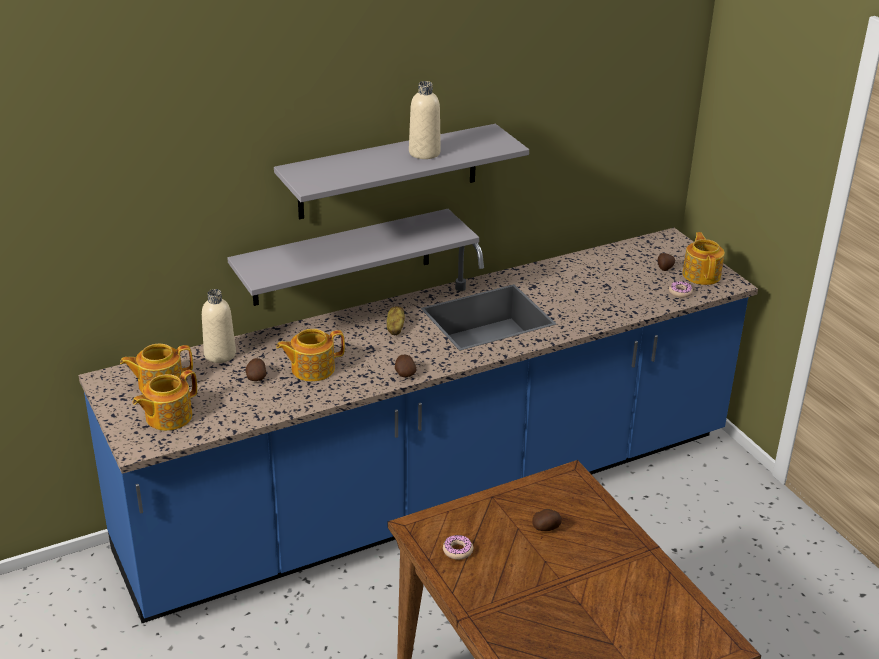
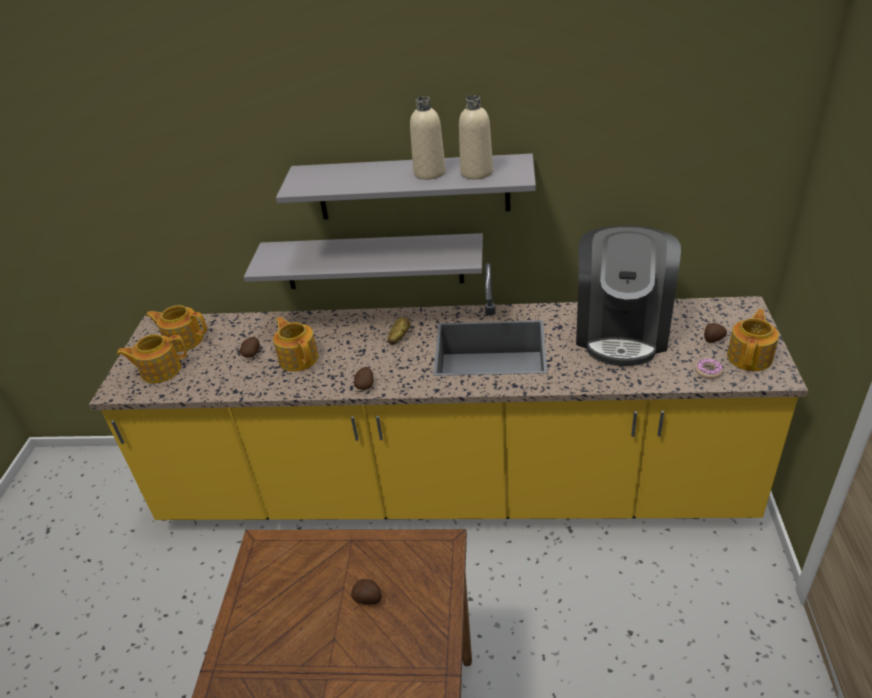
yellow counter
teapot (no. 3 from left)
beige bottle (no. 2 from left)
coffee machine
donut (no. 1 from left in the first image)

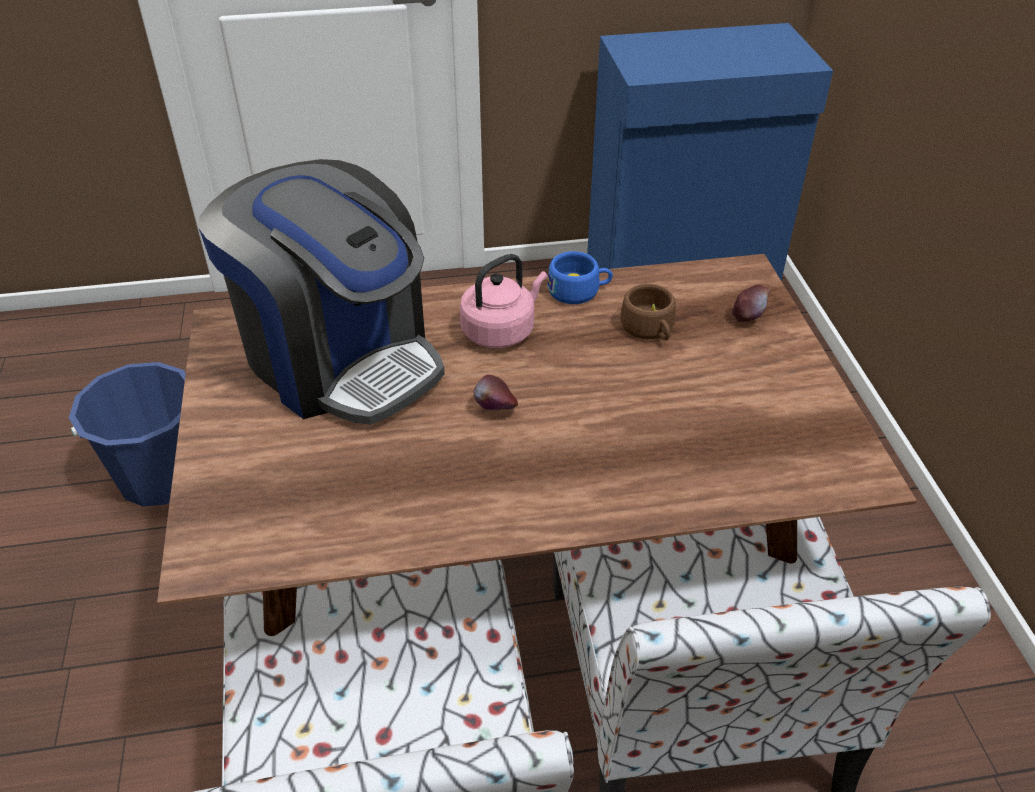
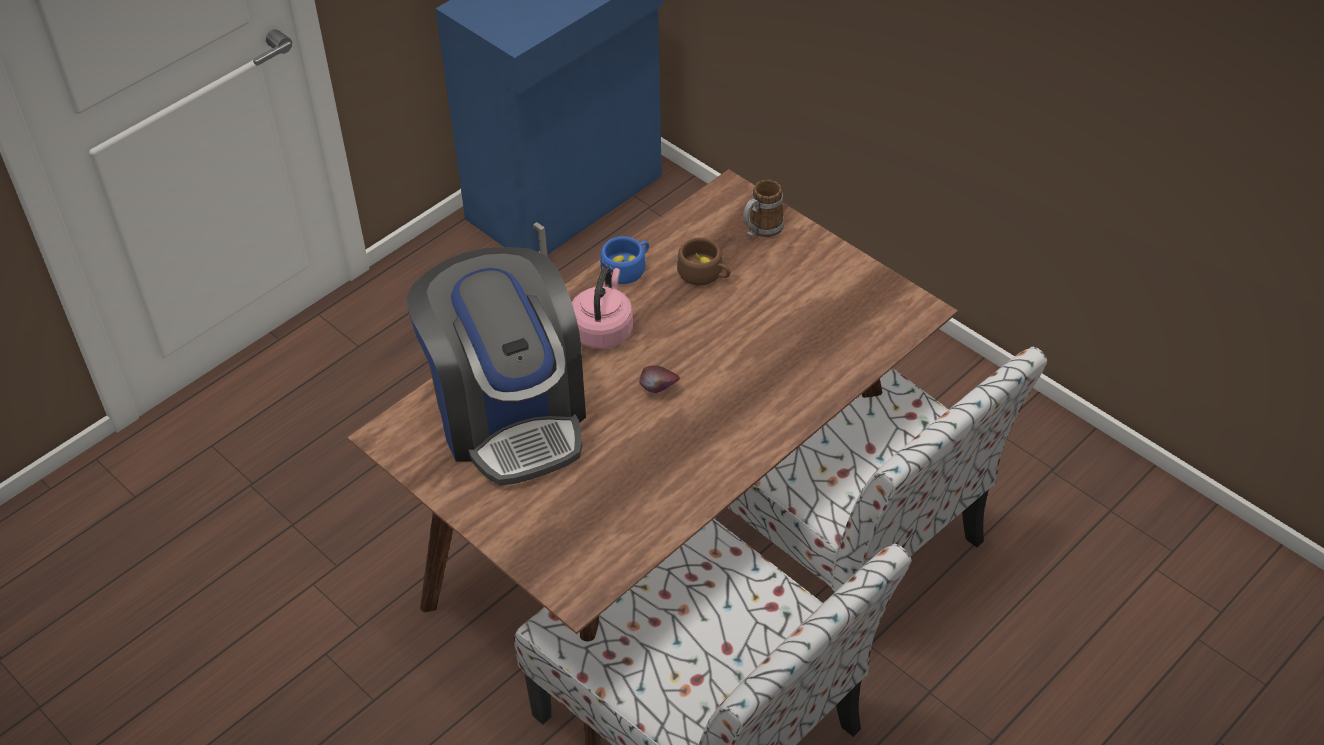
coffee machine
mug
blue bucket

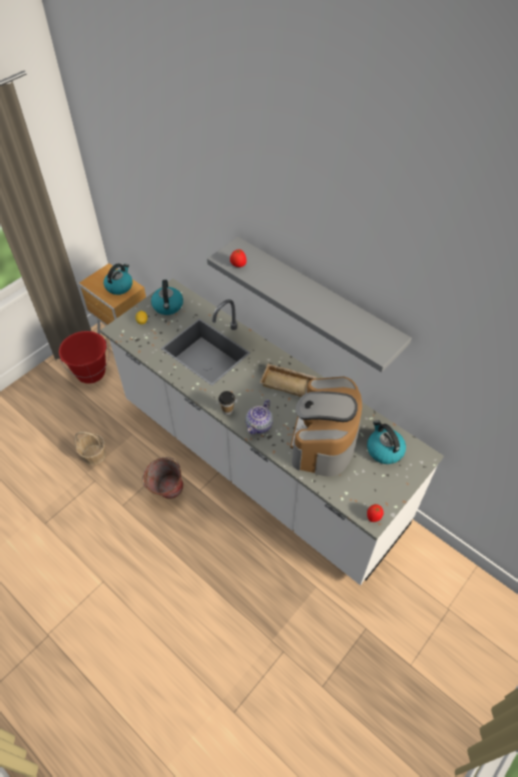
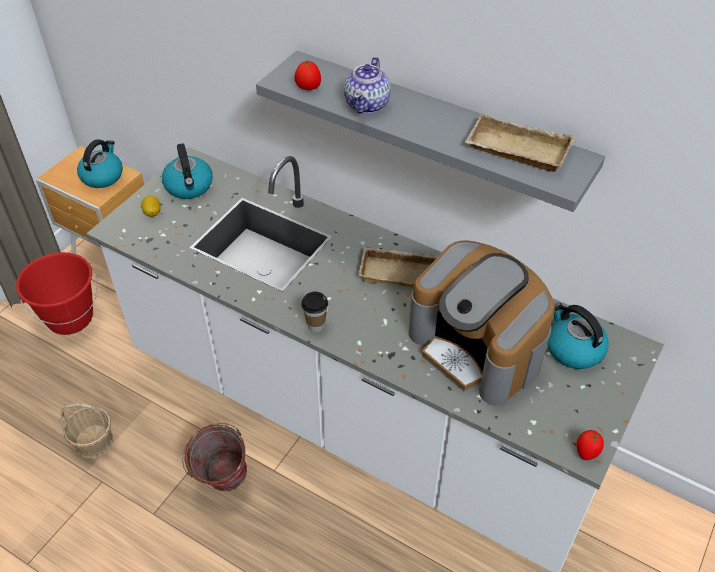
teapot
coffee machine
beige tray (no. 2 from left)

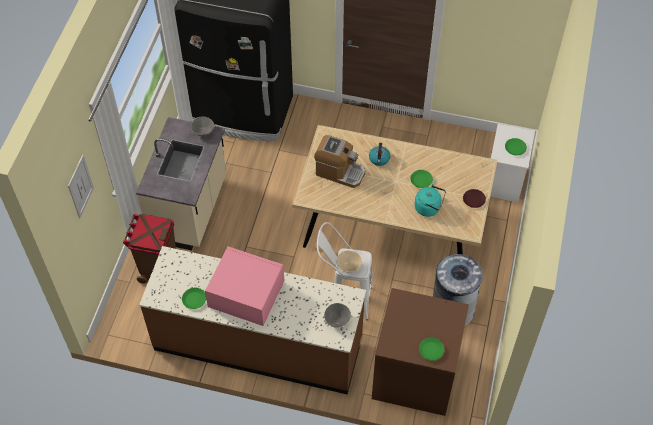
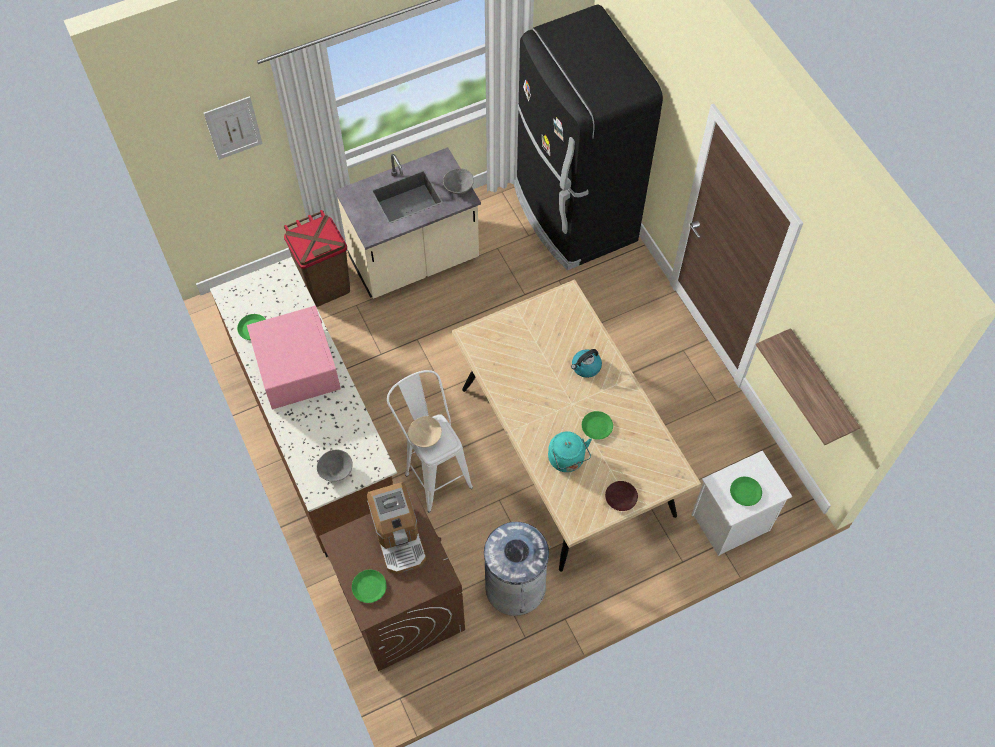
coffee machine
shelf

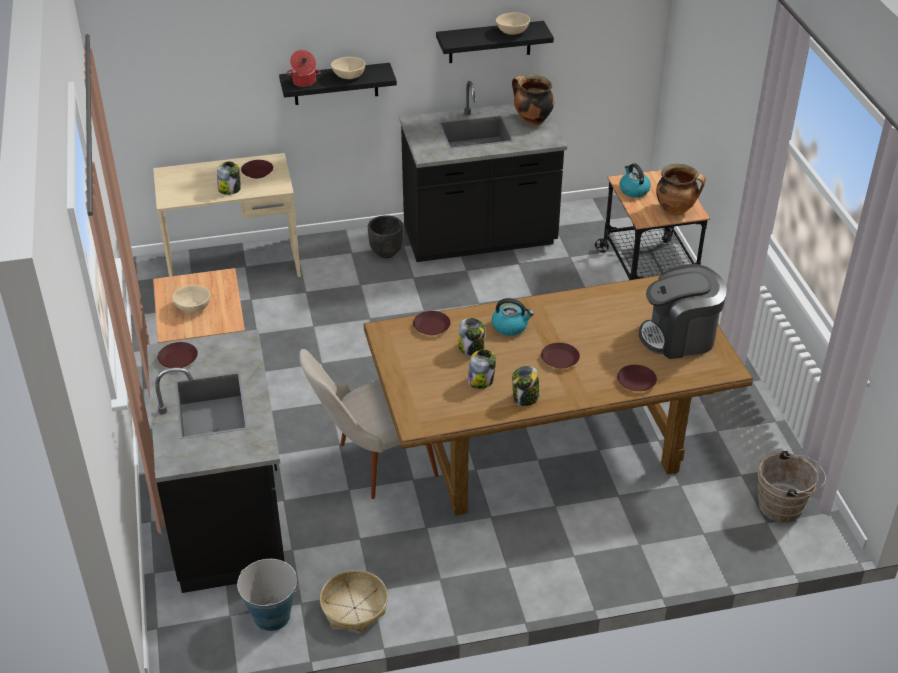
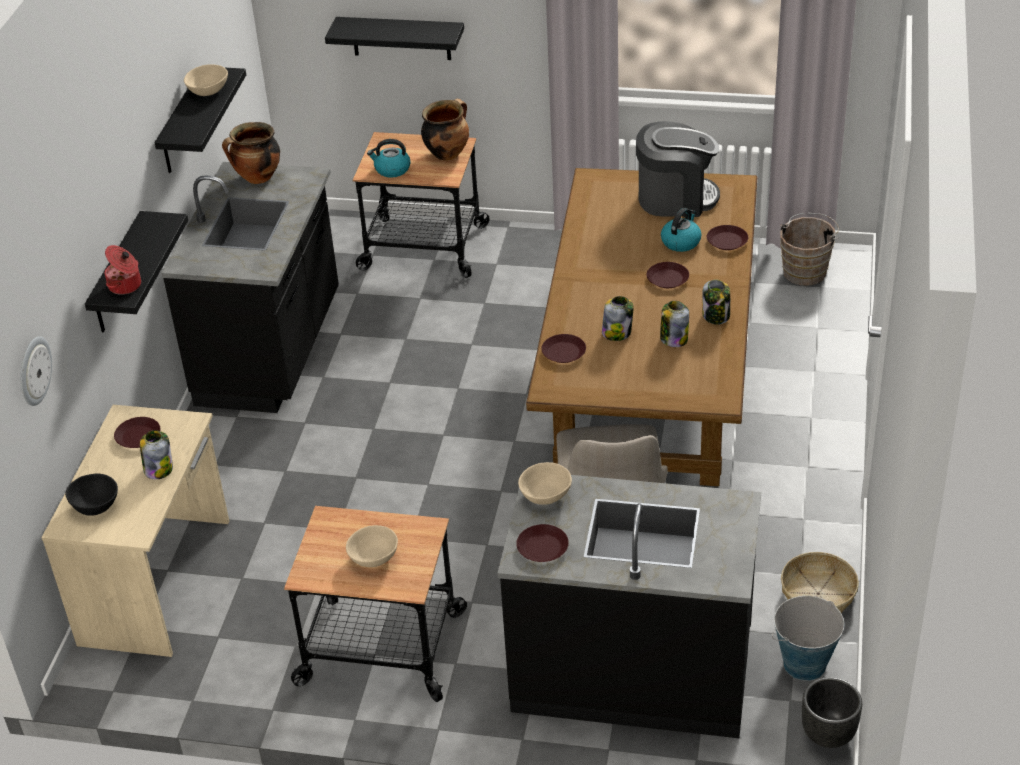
wall clock
black bowl
black shelf (no. 3 from left)
beige bowl (no. 3 from left)
coffee machine
kettle (no. 2 from left)
black planter

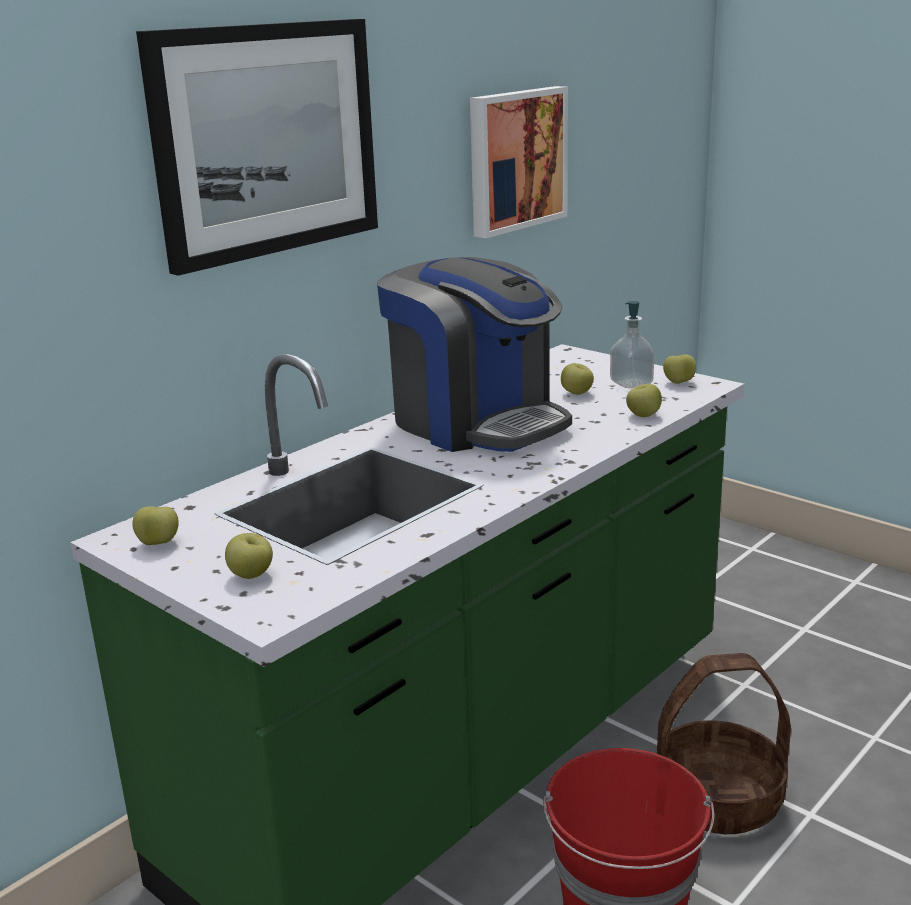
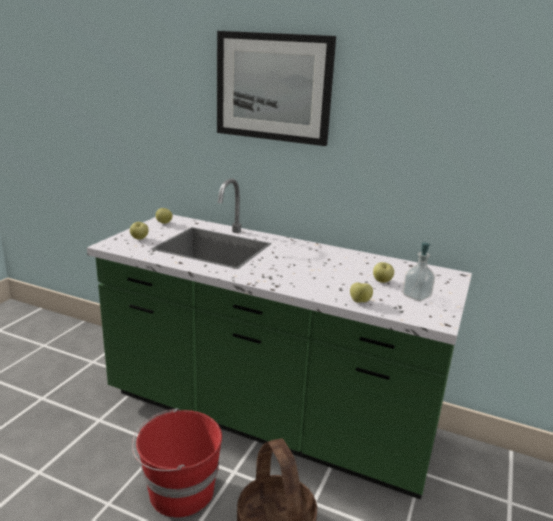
coffee machine
picture (no. 2 from left in the first image)
apple (no. 5 from left in the first image)

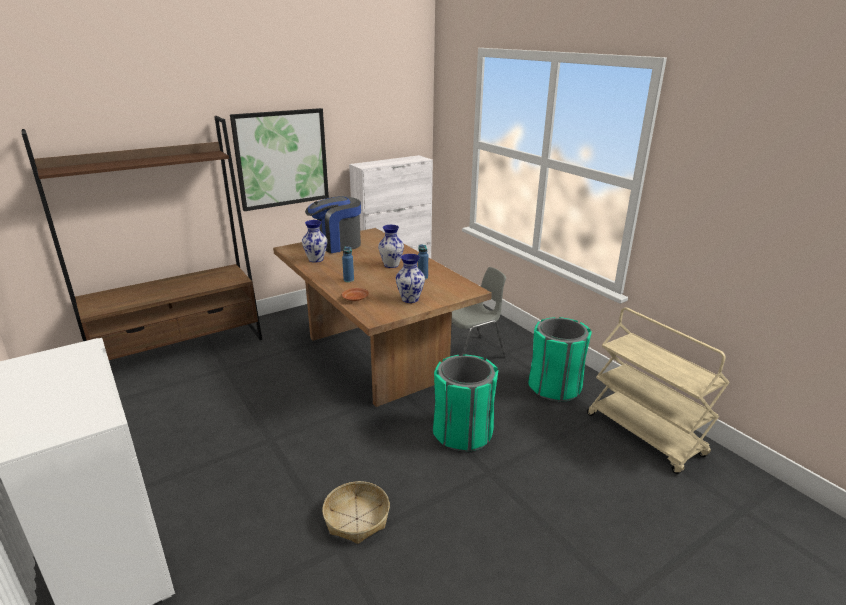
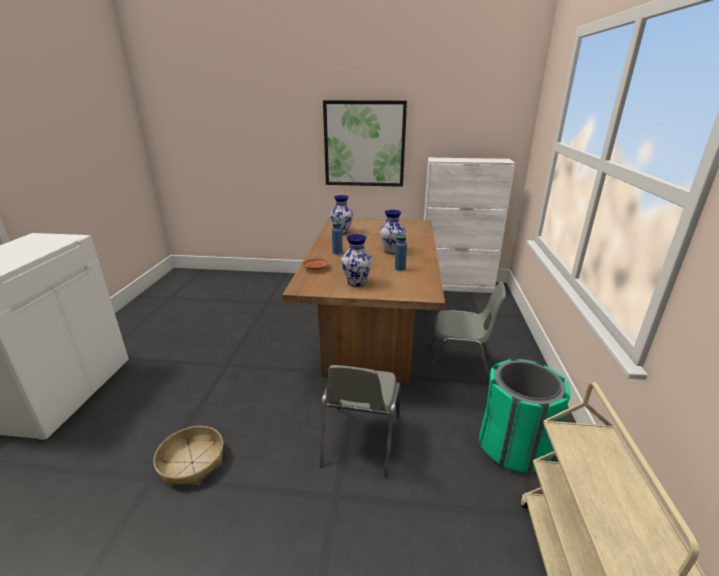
grey chair (no. 1 from left)
brown bookcase
coffee machine

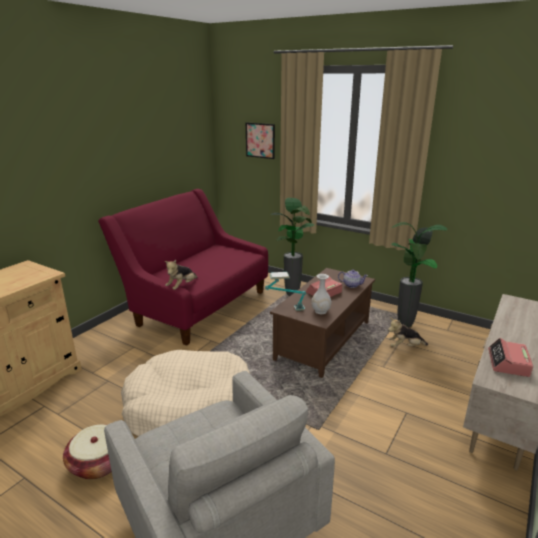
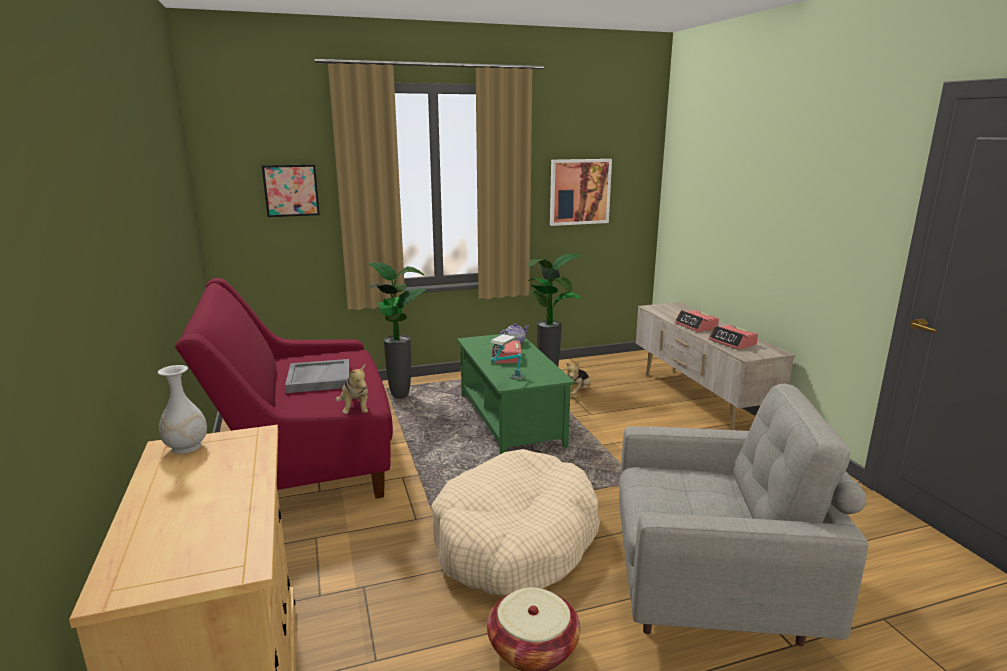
white vase
grey tray
green coffee table
picture (no. 2 from left)
alarm clock (no. 2 from left)

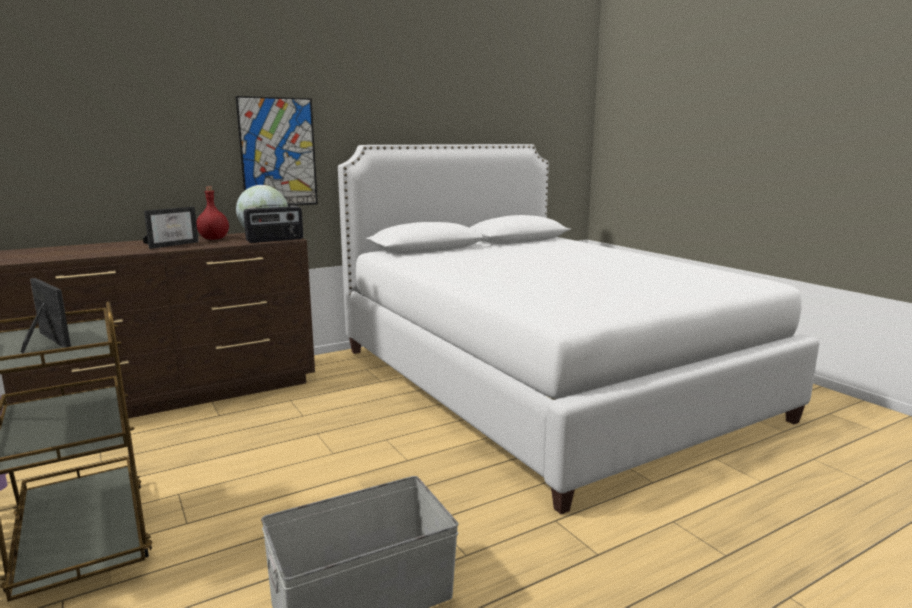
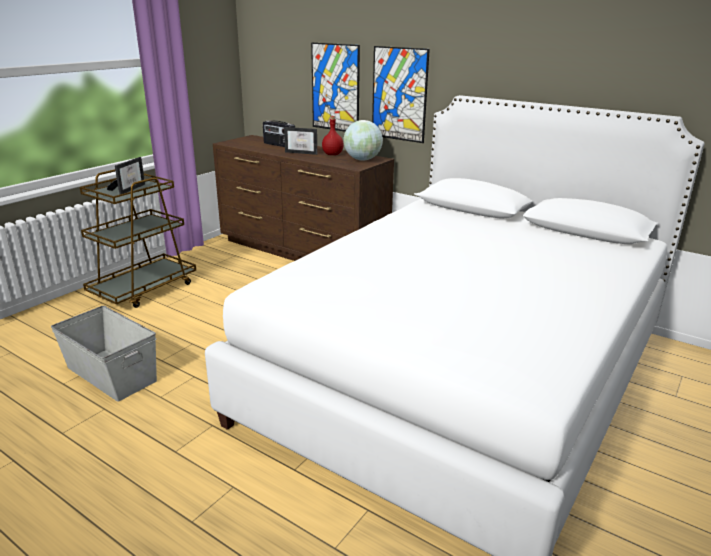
radio
picture (no. 1 from left)

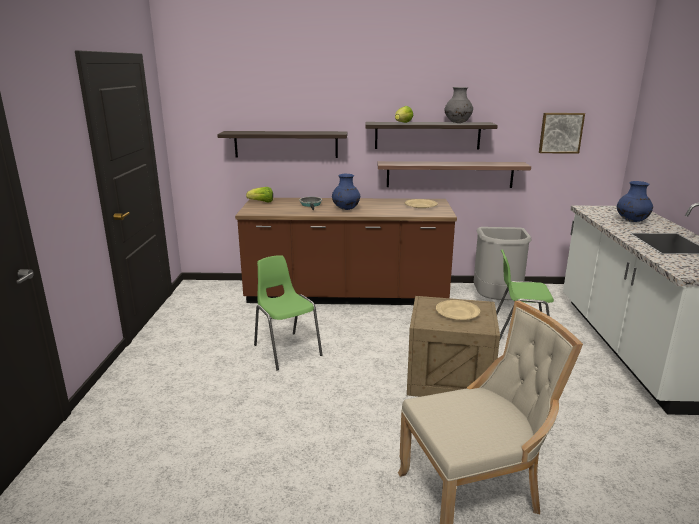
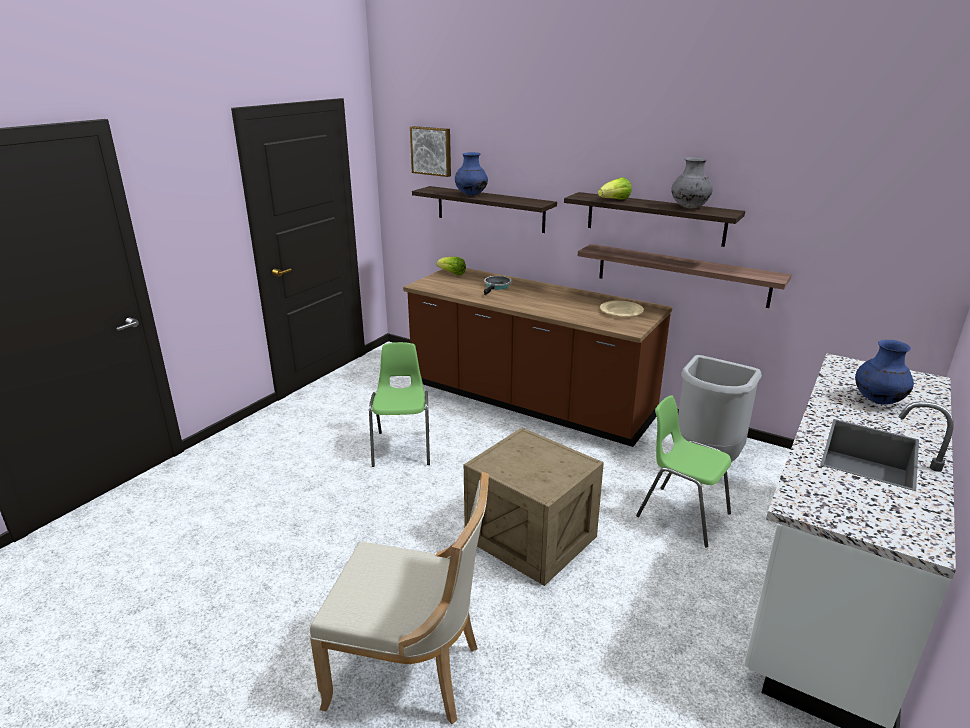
picture
blue vase (no. 1 from left)
beige plate (no. 2 from left in the first image)

